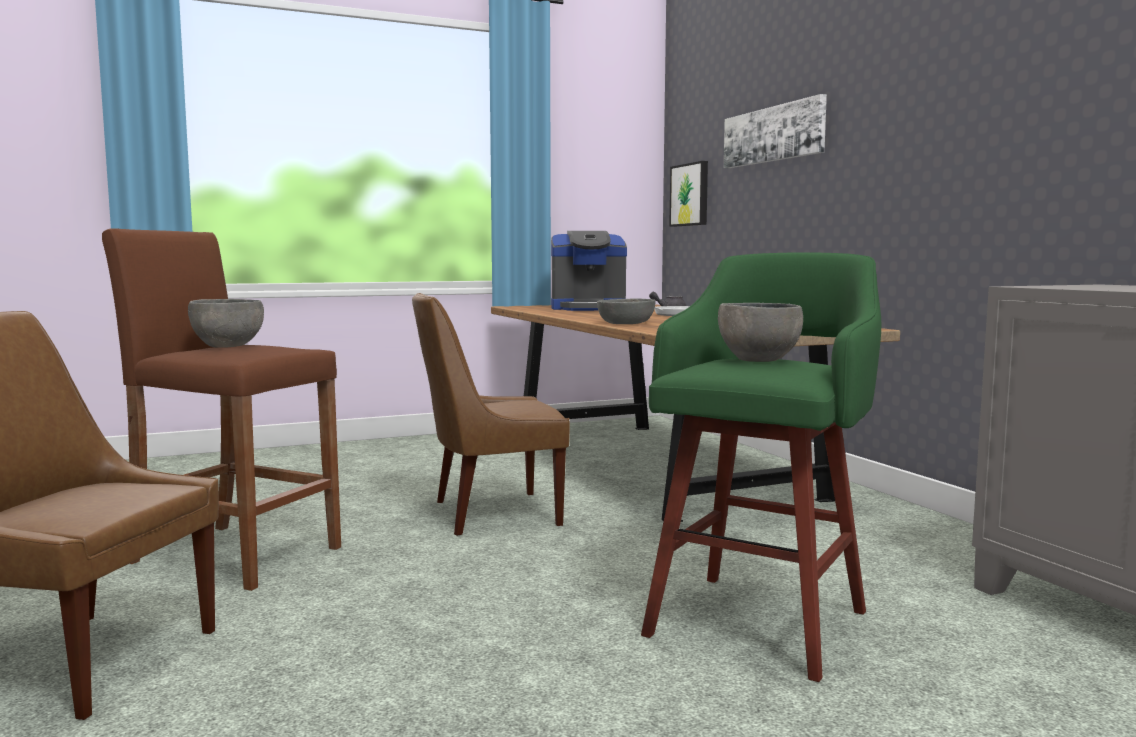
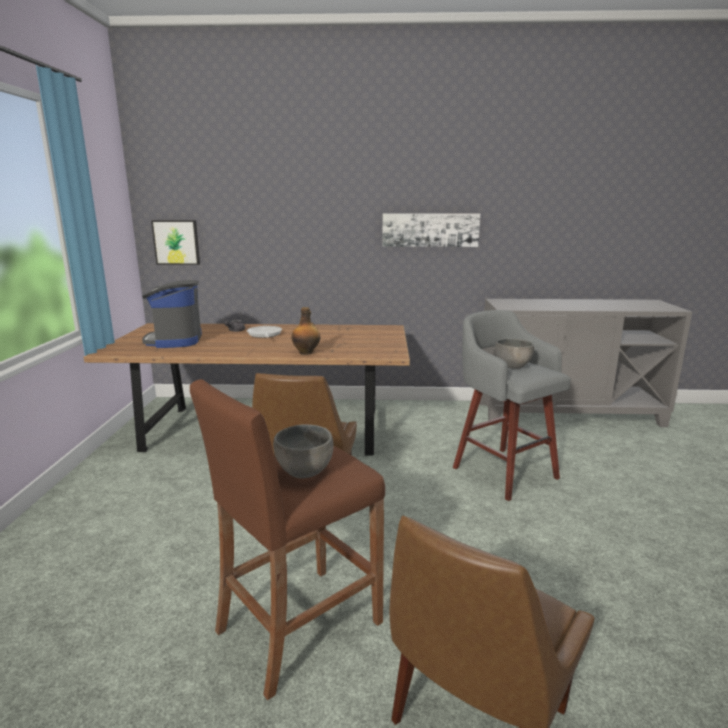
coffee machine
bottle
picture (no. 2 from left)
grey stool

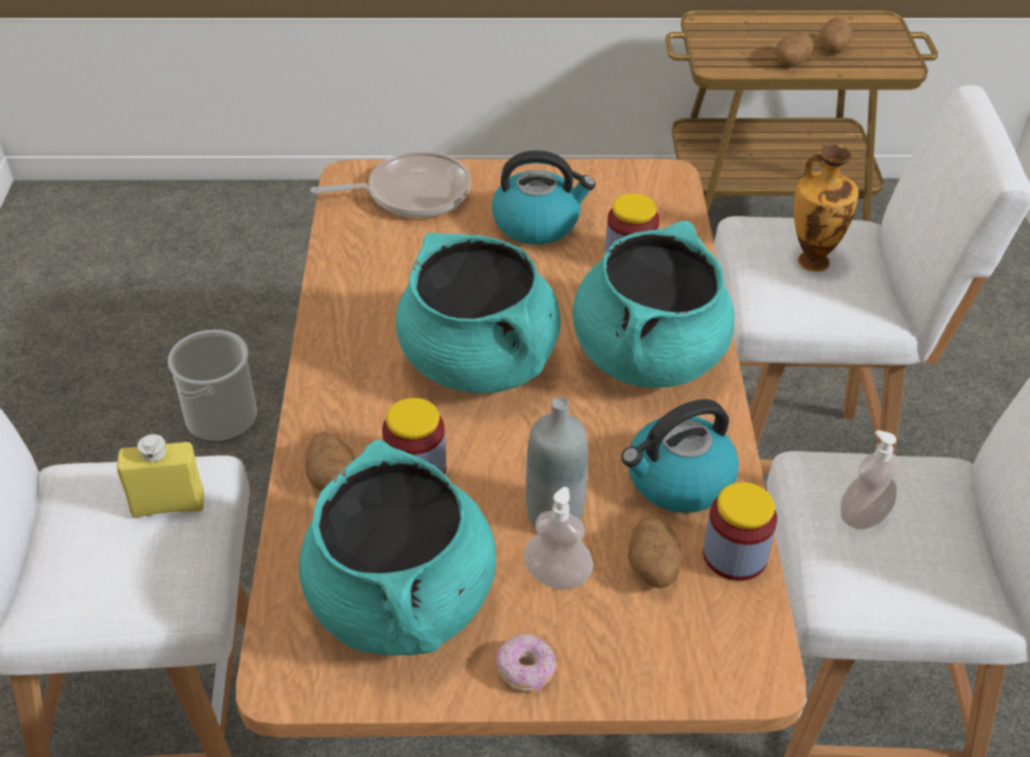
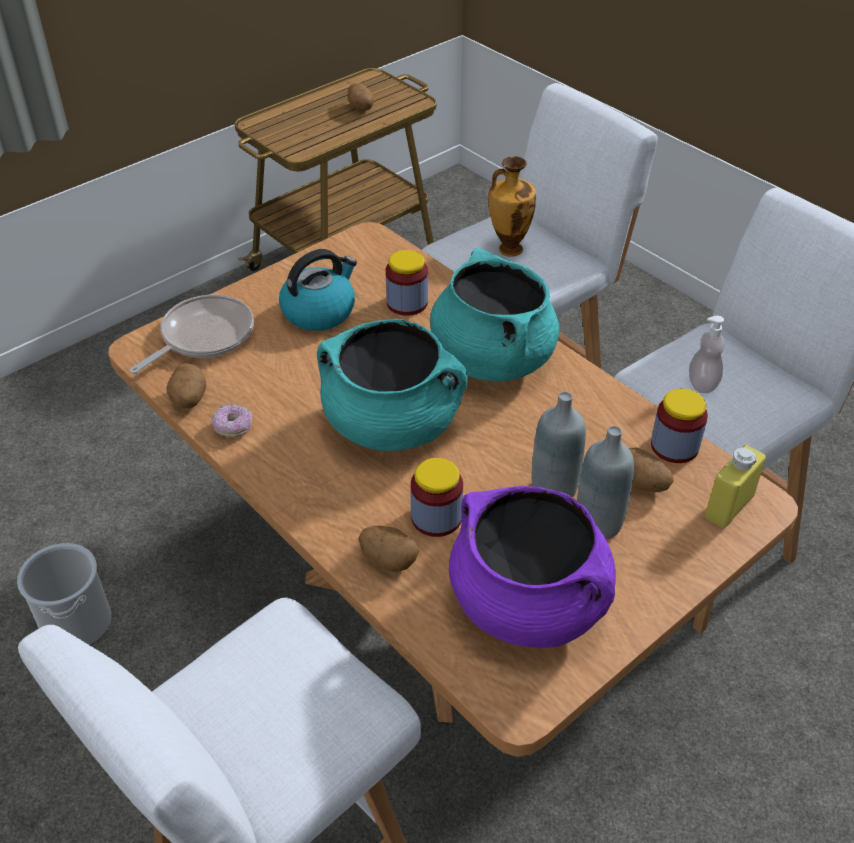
potato (no. 1 from left)
donut
purple cooking pot
grey bottle (no. 2 from left)
yellow bottle
kettle (no. 2 from left in the first image)

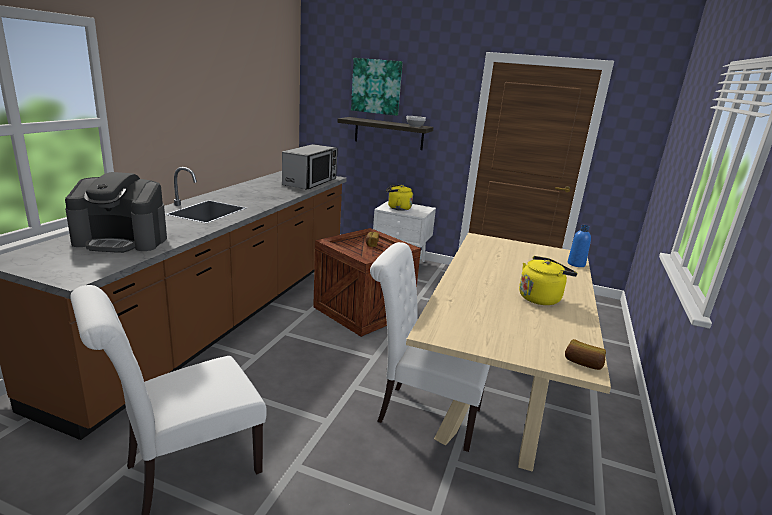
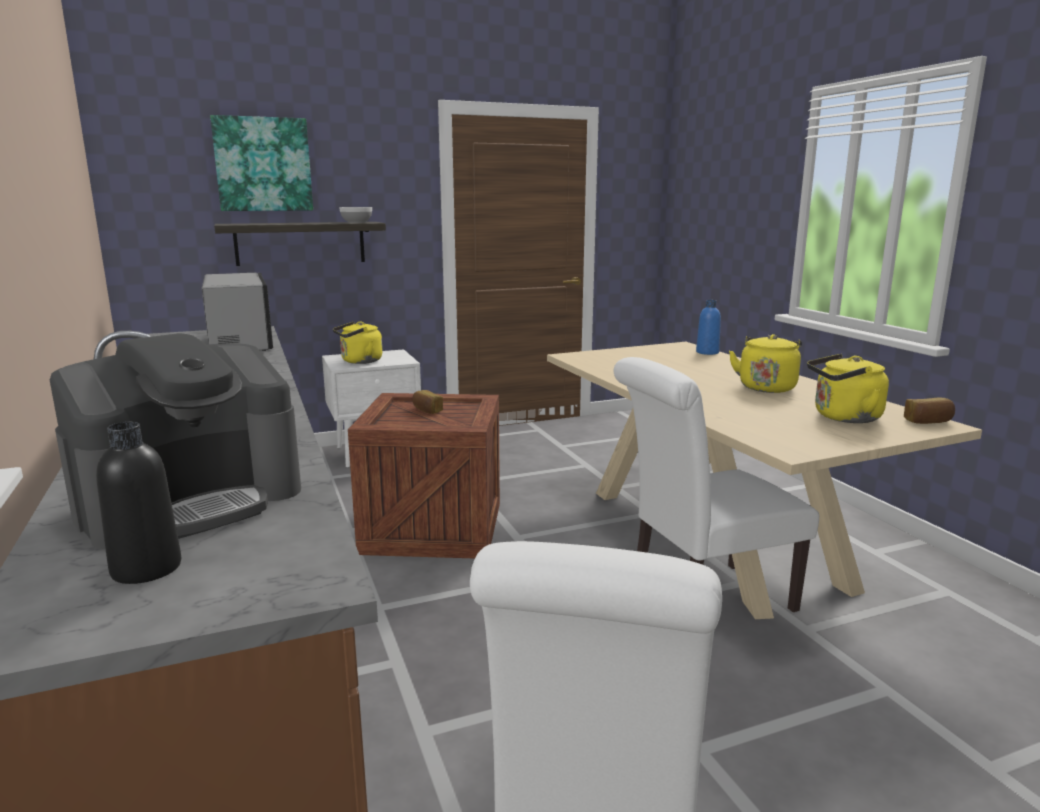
black bottle
yellow kettle (no. 3 from left)

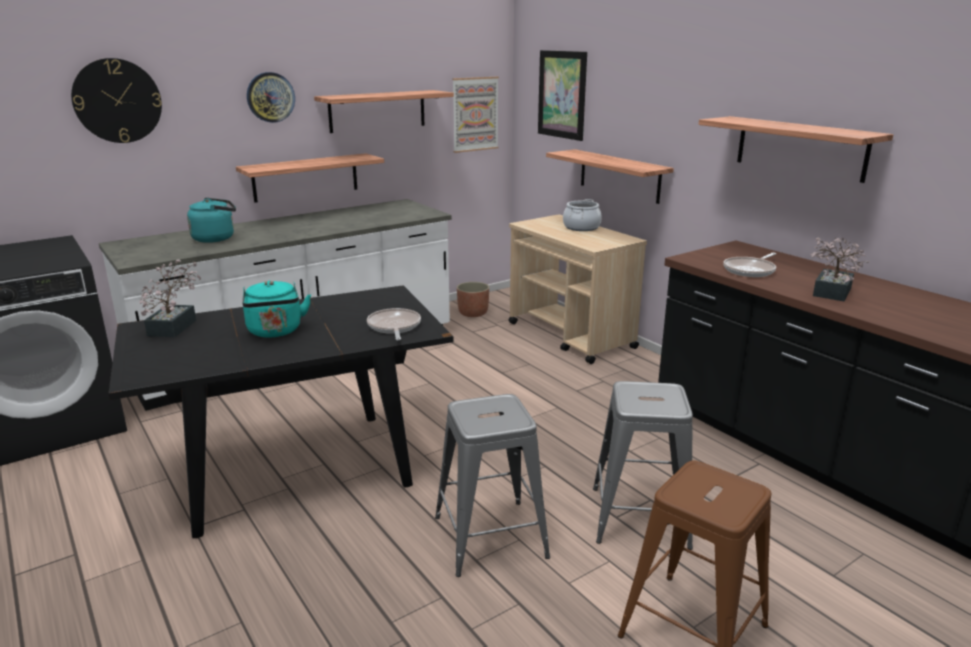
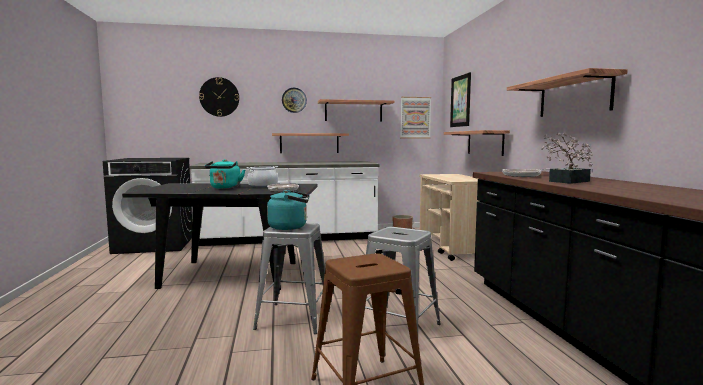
cooking pot
turquoise kettle (no. 2 from left)
potted plant (no. 1 from left in the first image)

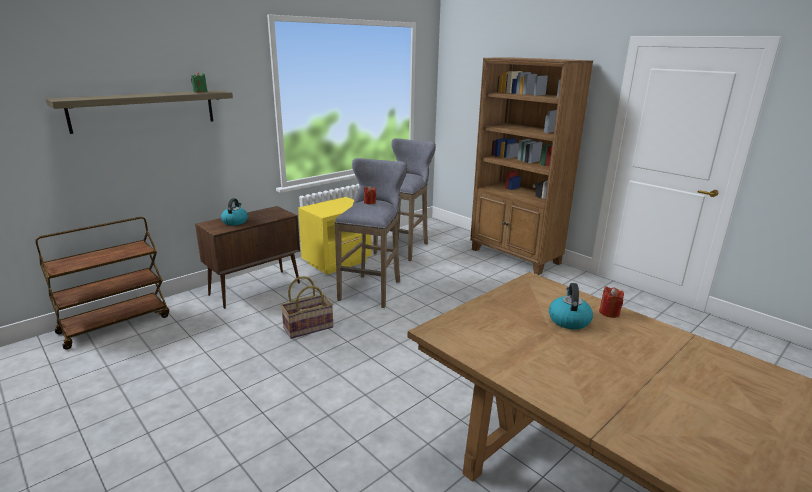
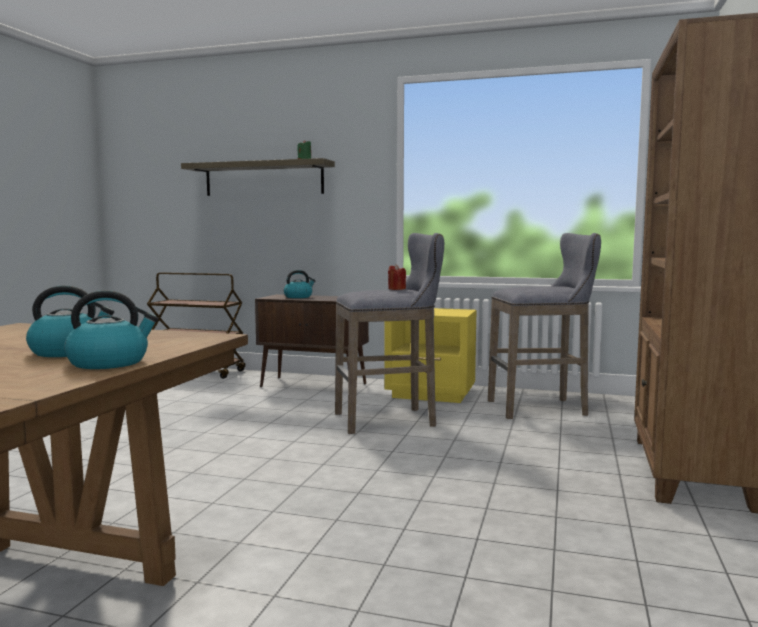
kettle (no. 2 from left)
basket

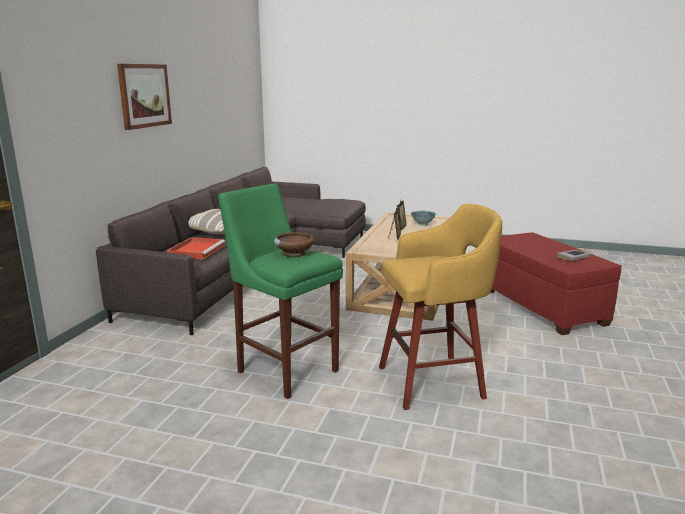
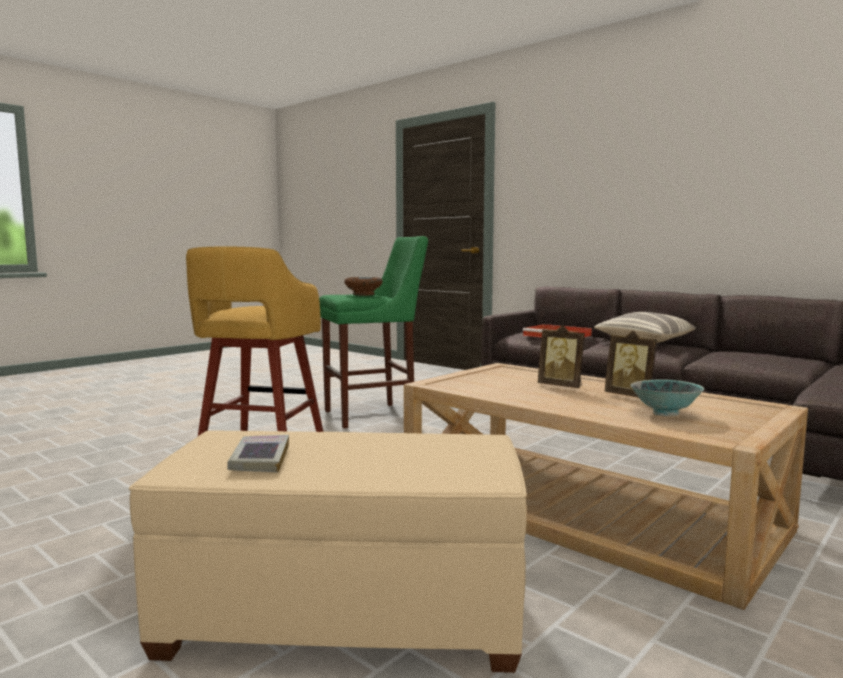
beige ottoman
picture

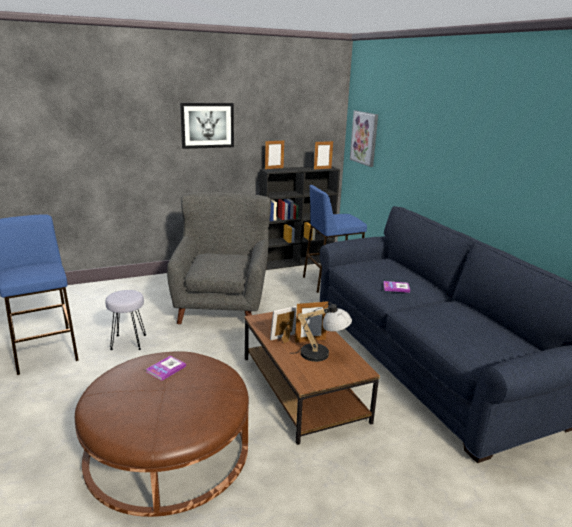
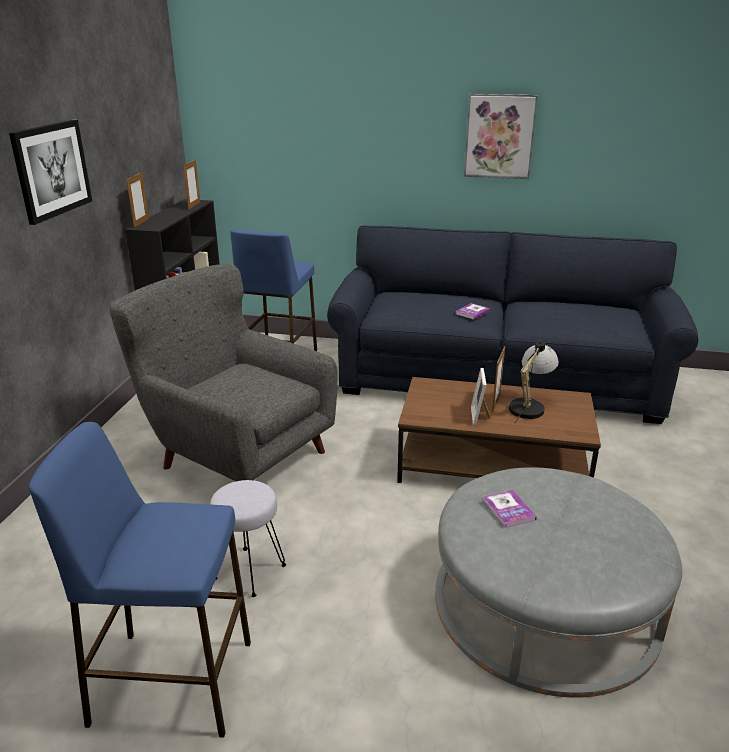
grey ottoman
picture (no. 2 from left)

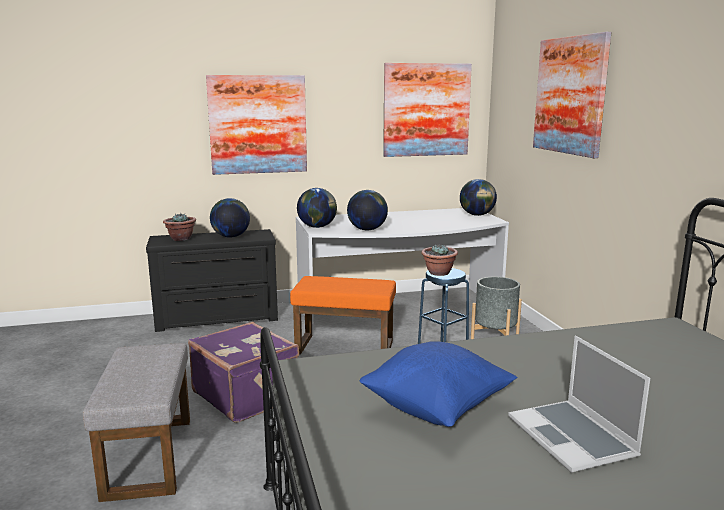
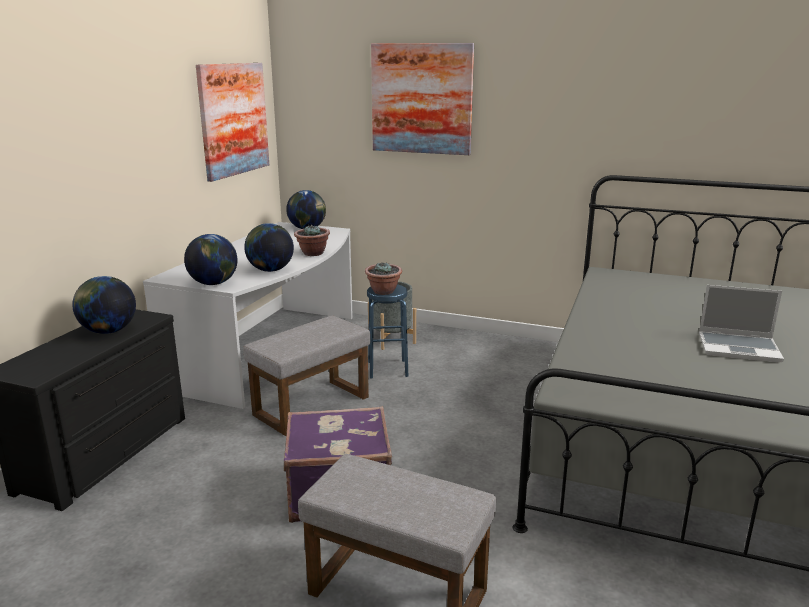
grey ottoman (no. 1 from left)
potted plant (no. 1 from left)
picture (no. 1 from left in the first image)
blue pillow

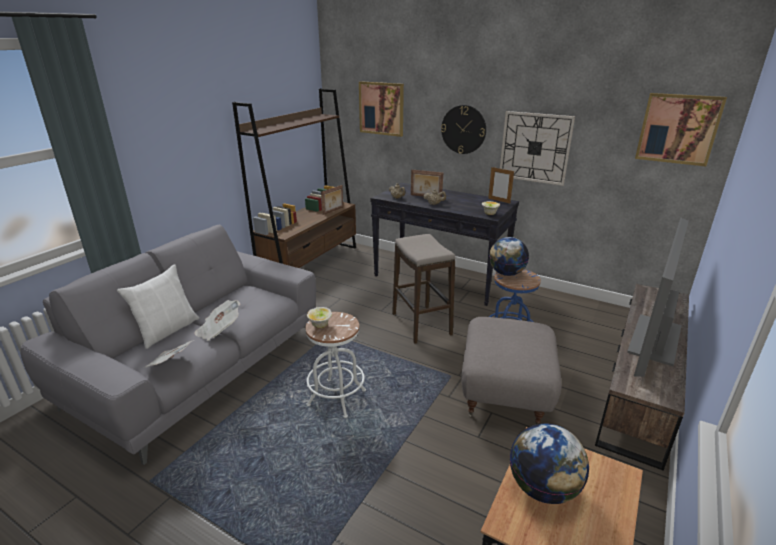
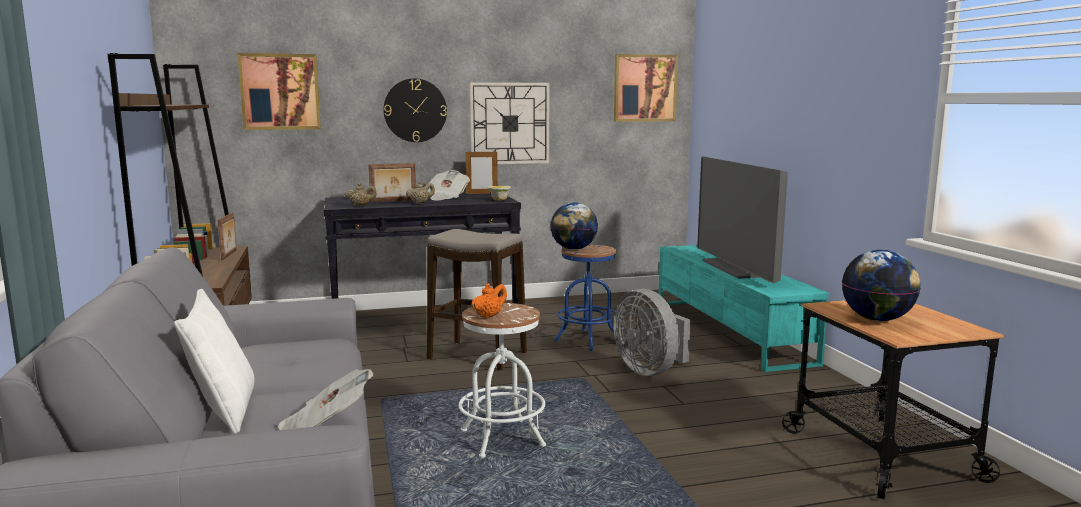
newspaper (no. 2 from left)
orange teapot
grey fan
turquoise tv stand

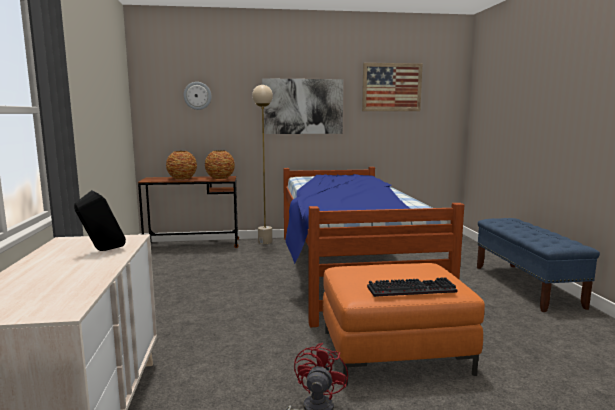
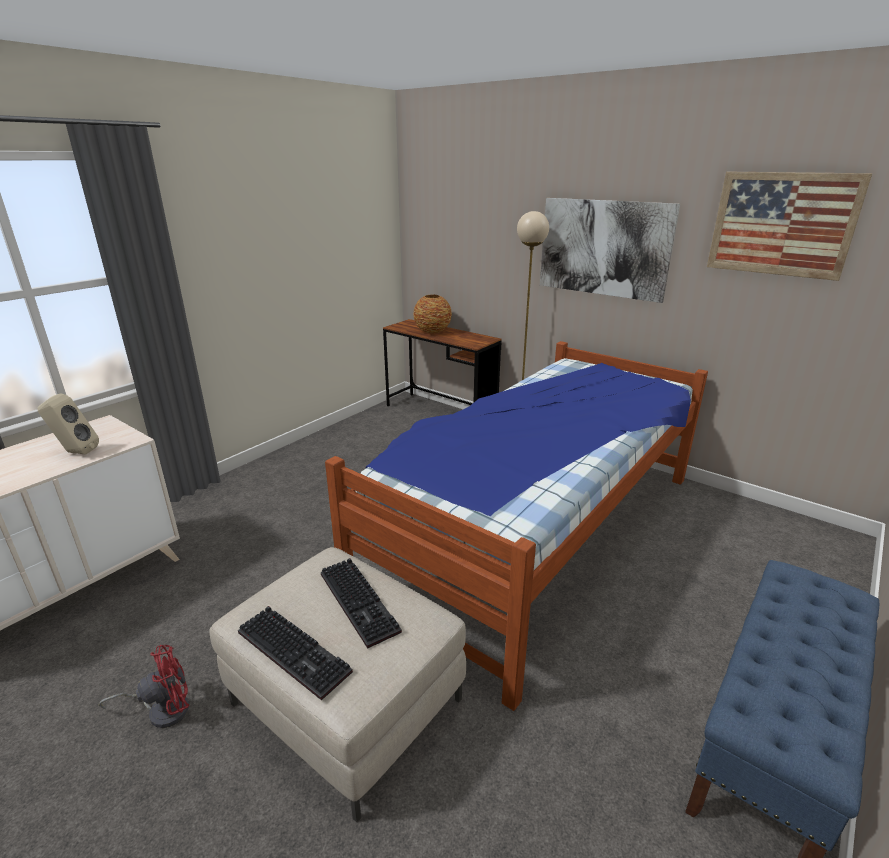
beige speaker
beige ottoman
keyboard (no. 2 from left)
wall clock
vase (no. 2 from left in the first image)

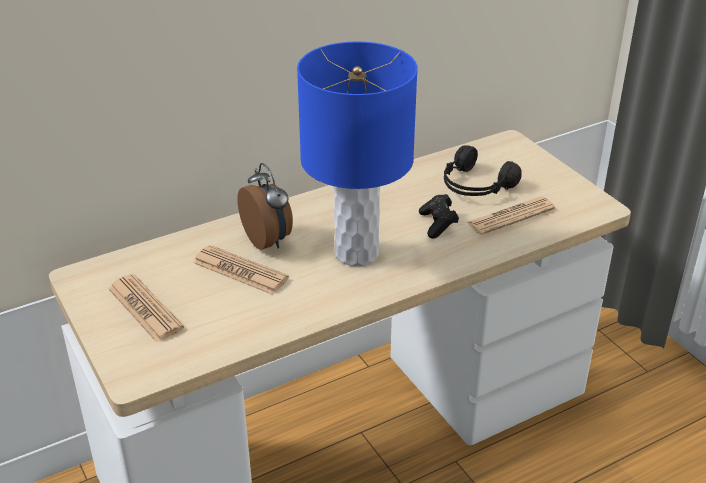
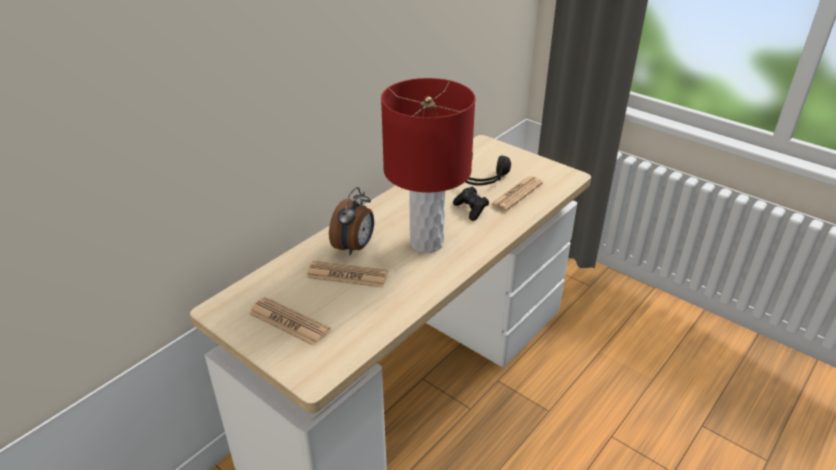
alarm clock
red table lamp

